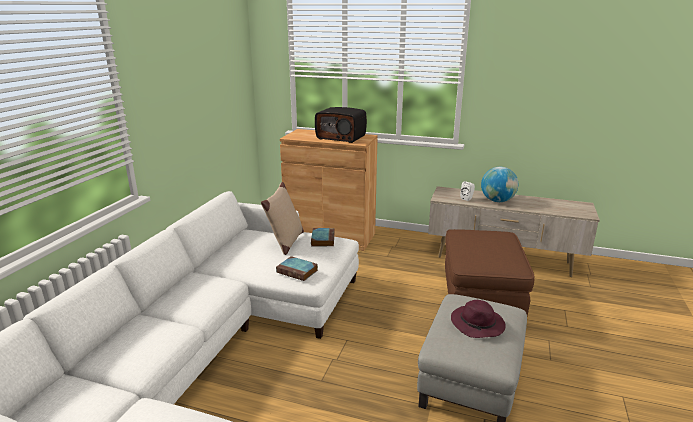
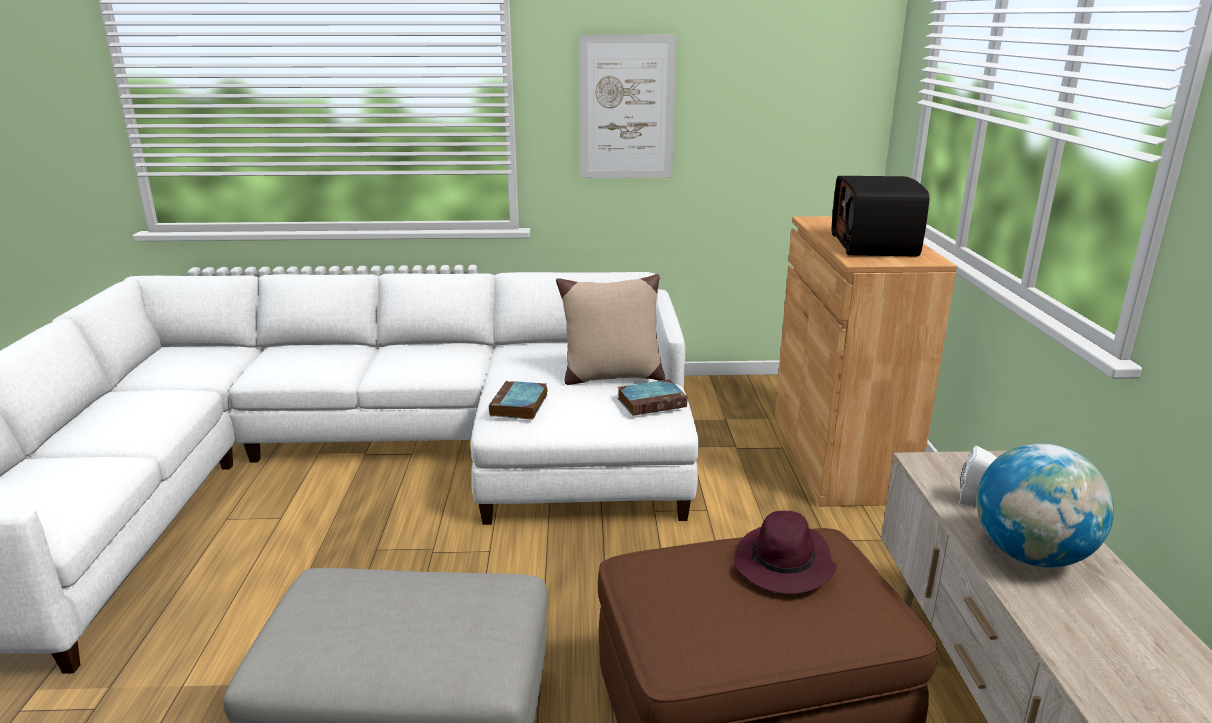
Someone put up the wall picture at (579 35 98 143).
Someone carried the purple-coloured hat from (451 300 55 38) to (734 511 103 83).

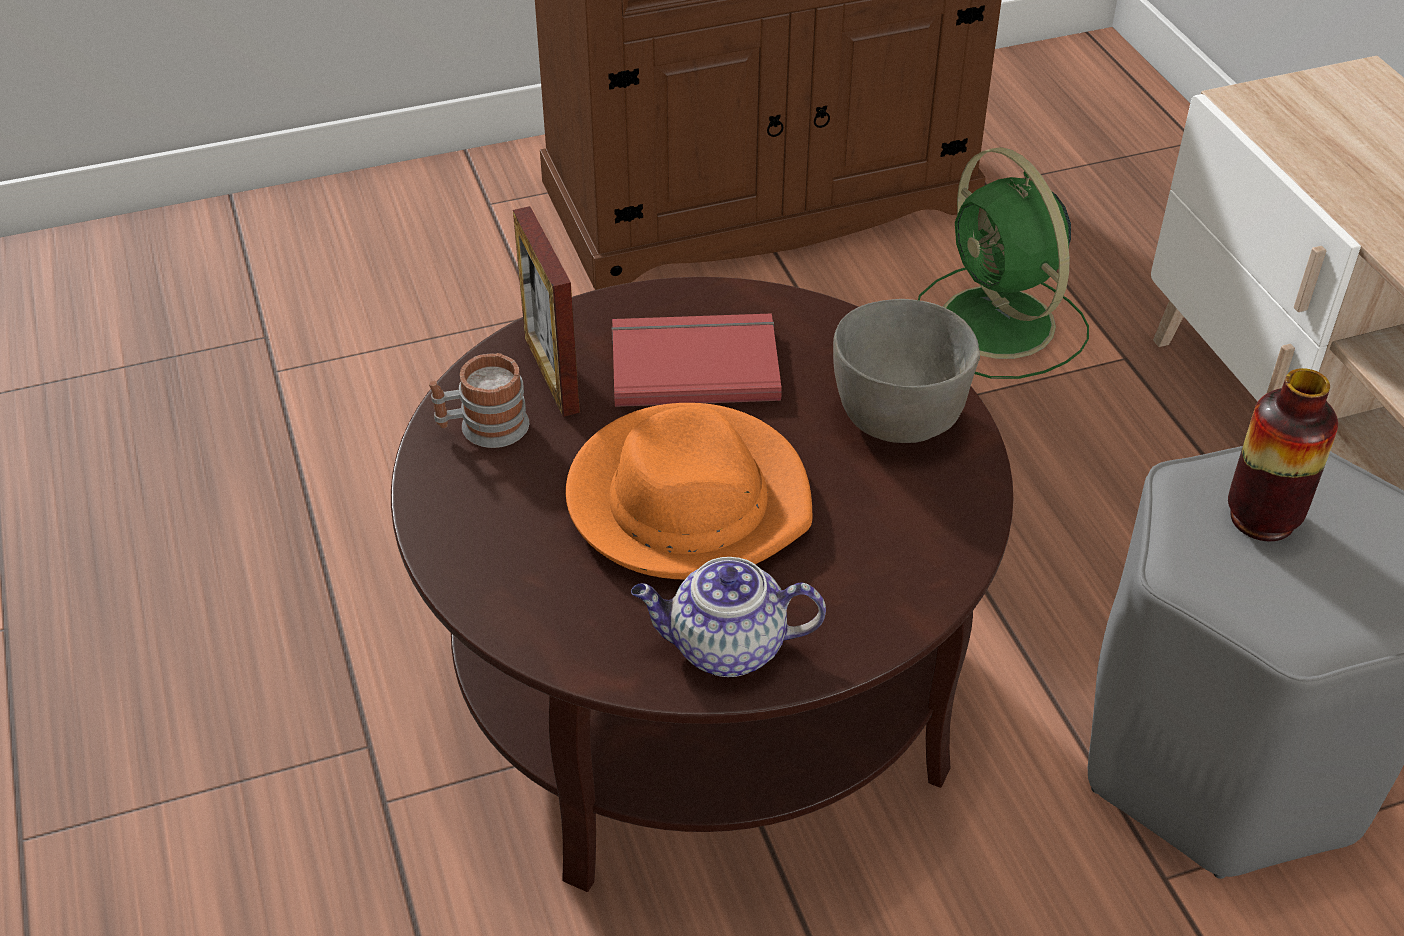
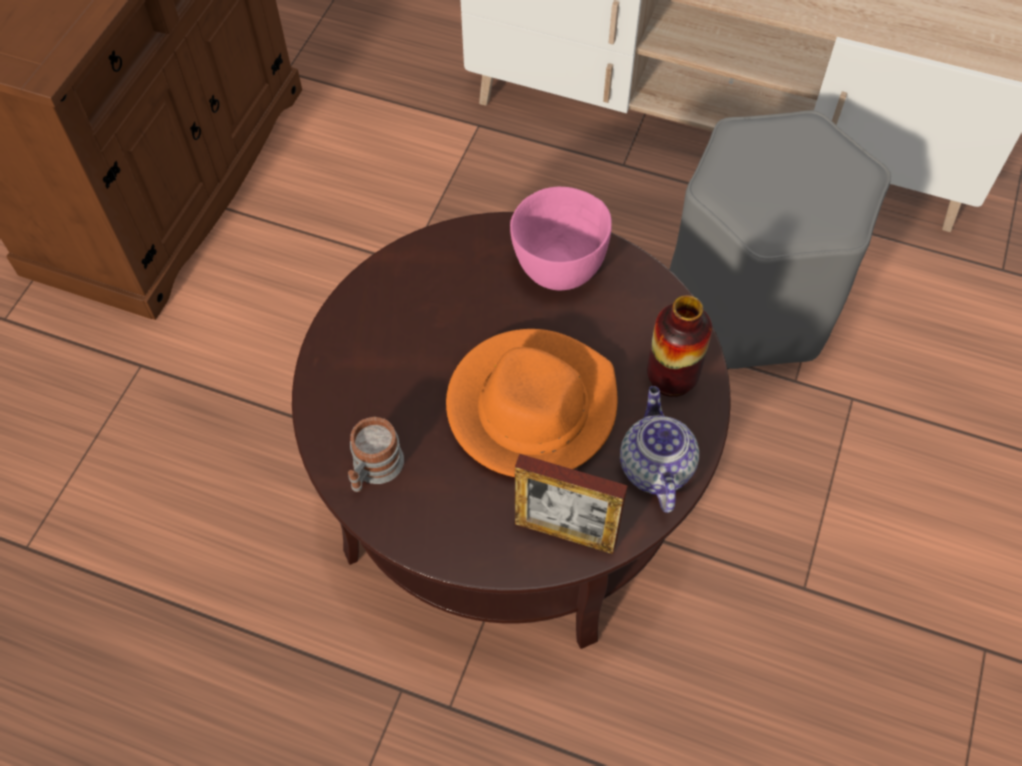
Someone took away the red book at (612 313 170 94).
Someone took away the green-coloured electric fan at (918 147 171 232).
Someone carried the picture frame from (513 206 67 211) to (515 454 113 100).
Someone carried the flower vase from (1228 368 110 173) to (647 295 65 102).
Someone repainted the grey bowl at (833 299 147 144), which became the pink bowl at (510 187 102 103).
Someone rotated the tea pot at (631 557 195 120) by 135 degrees clockwise.

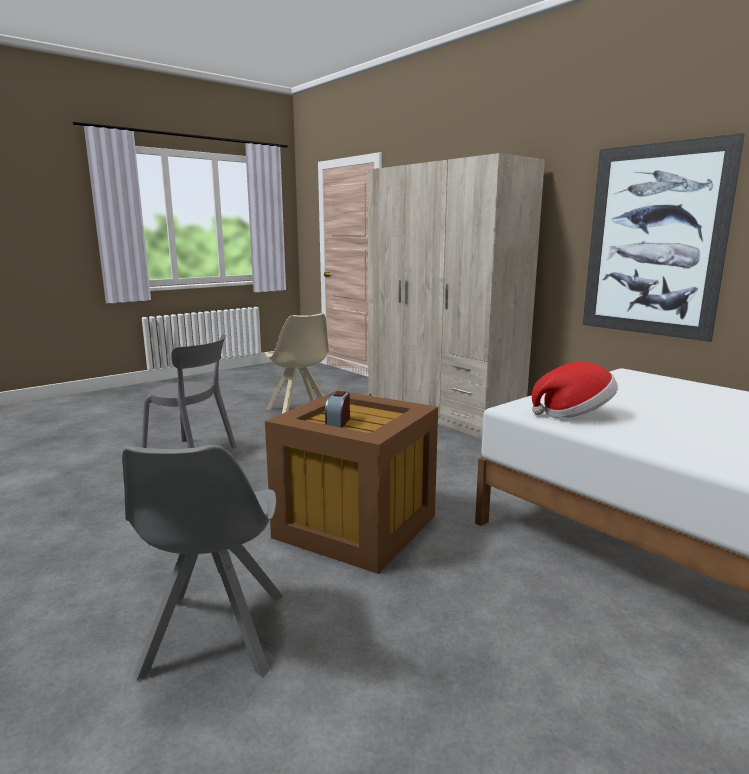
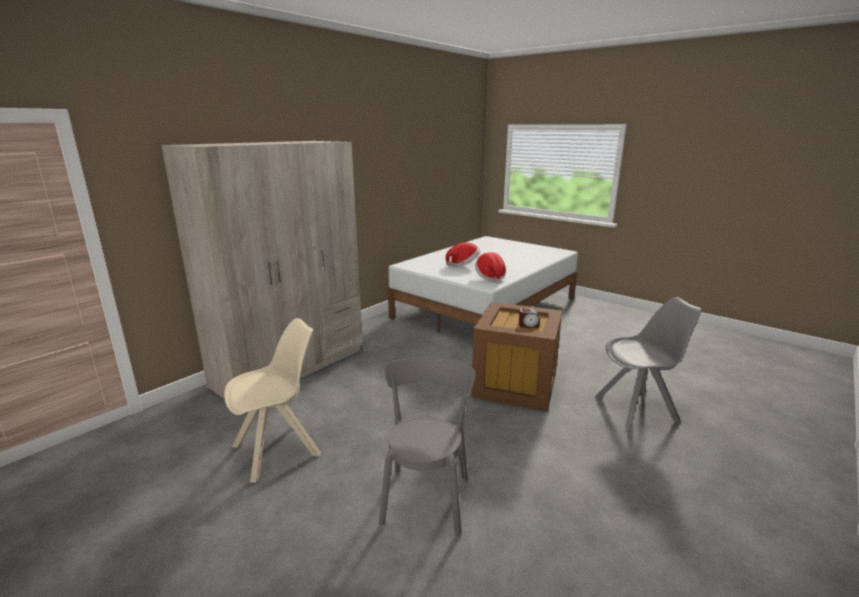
Someone took away the wall picture at (583 133 162 209).
Someone put down the hat at (445 242 35 25).

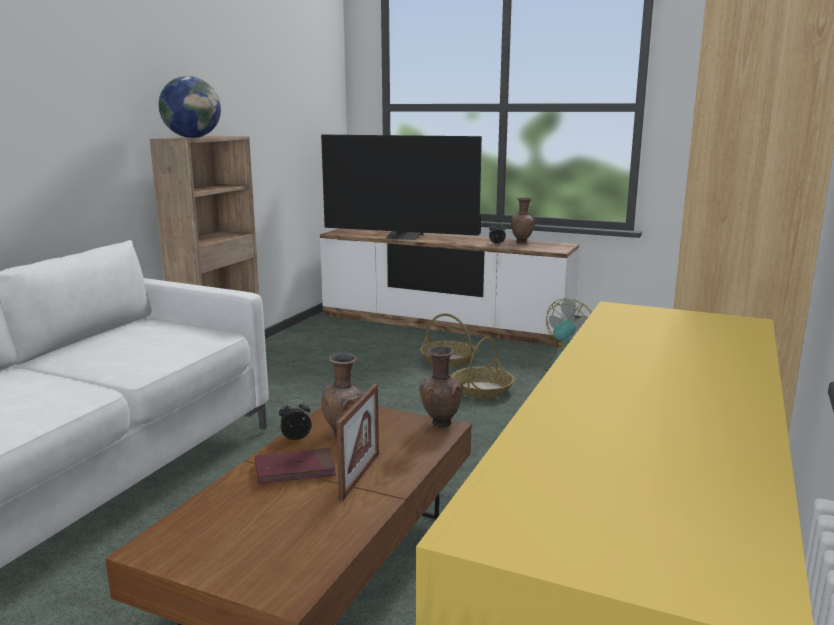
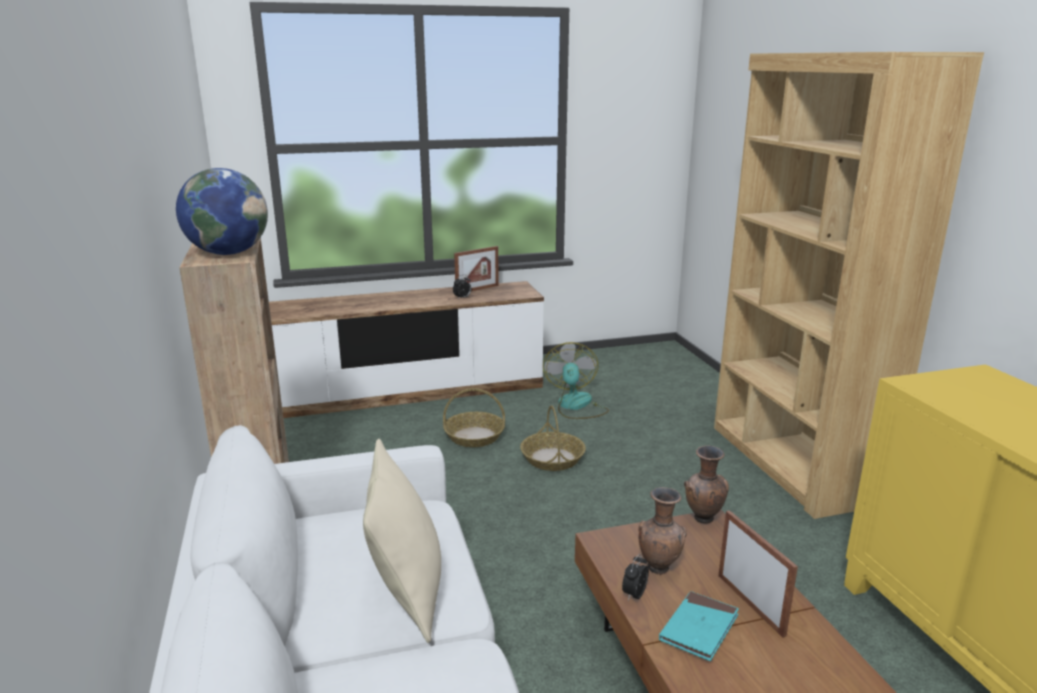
Someone took away the TV at (321 135 161 105).
Someone put down the beige cushion at (363 439 78 204).
Someone swapped the brown-coloured flower vase at (511 197 24 46) for the picture frame at (454 246 45 45).
Someone repainted the red book at (255 448 81 36), which became the turquoise-coloured book at (659 591 80 70).

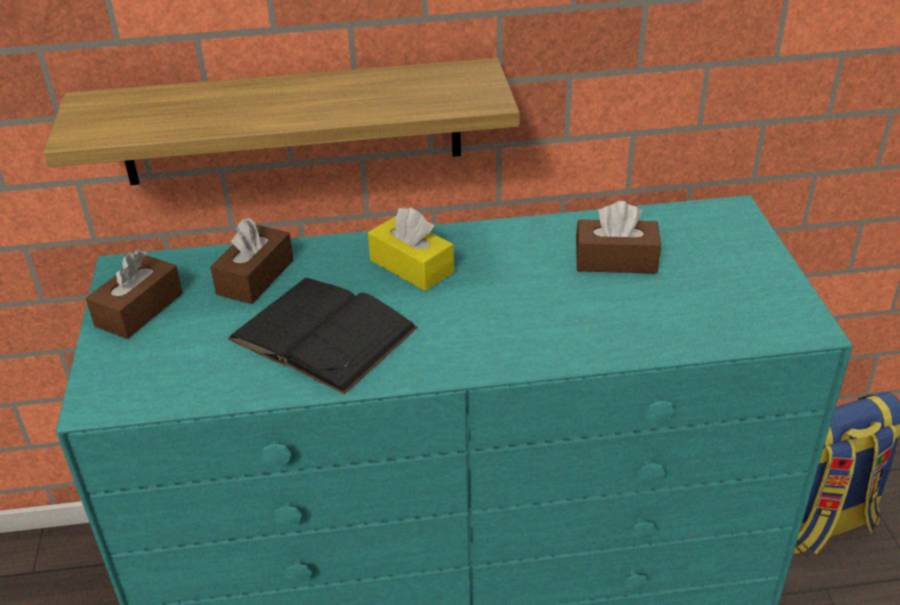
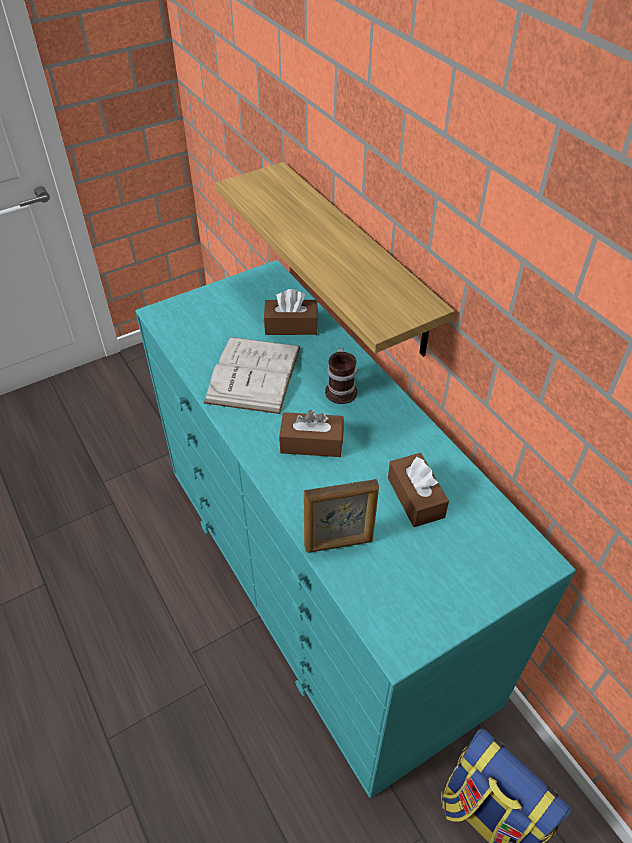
Someone put down the picture frame at (304 479 75 74).
Someone carried the brown-coloured tissue box from (86 249 97 90) to (279 410 65 47).
Someone swapped the yellowish tissue box at (368 207 86 84) for the mug at (325 348 32 56).
Someone repainted the black-coloured book at (228 278 190 116), which became the whitish book at (204 337 96 77).

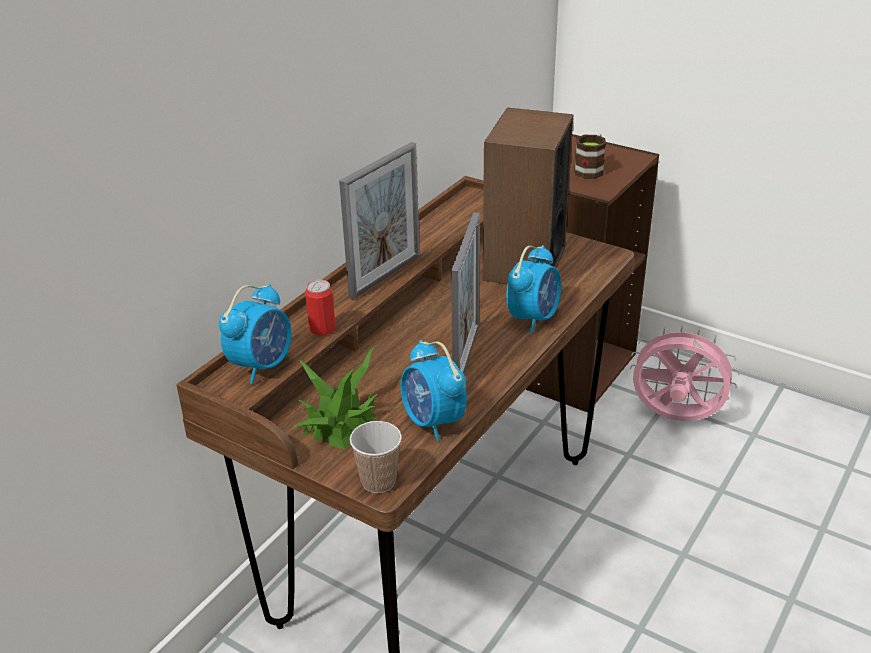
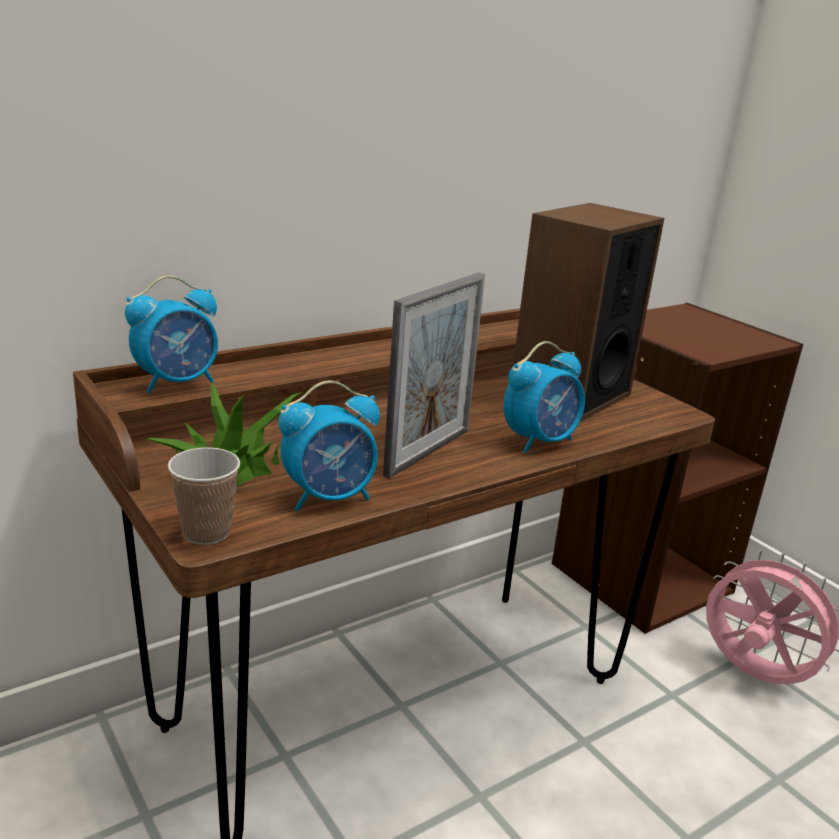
Someone took away the can at (305 280 31 56).
Someone took away the picture frame at (339 142 81 157).
Someone took away the mug at (574 134 32 45).
Someone rotated the table clock at (401 340 66 101) by 105 degrees counterclockwise.

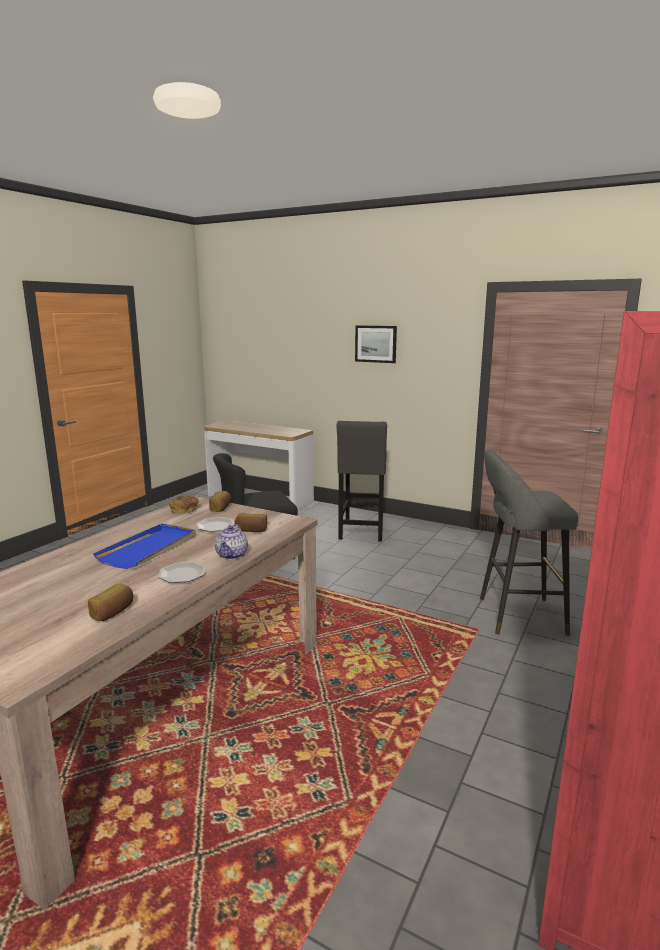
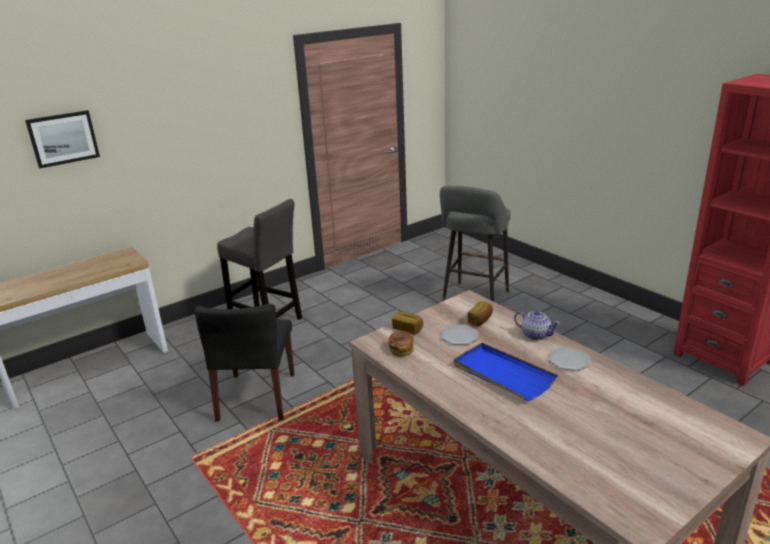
Someone took away the bread at (88 584 45 37).
Someone carried the wall picture from (355 325 42 38) to (25 110 75 58).

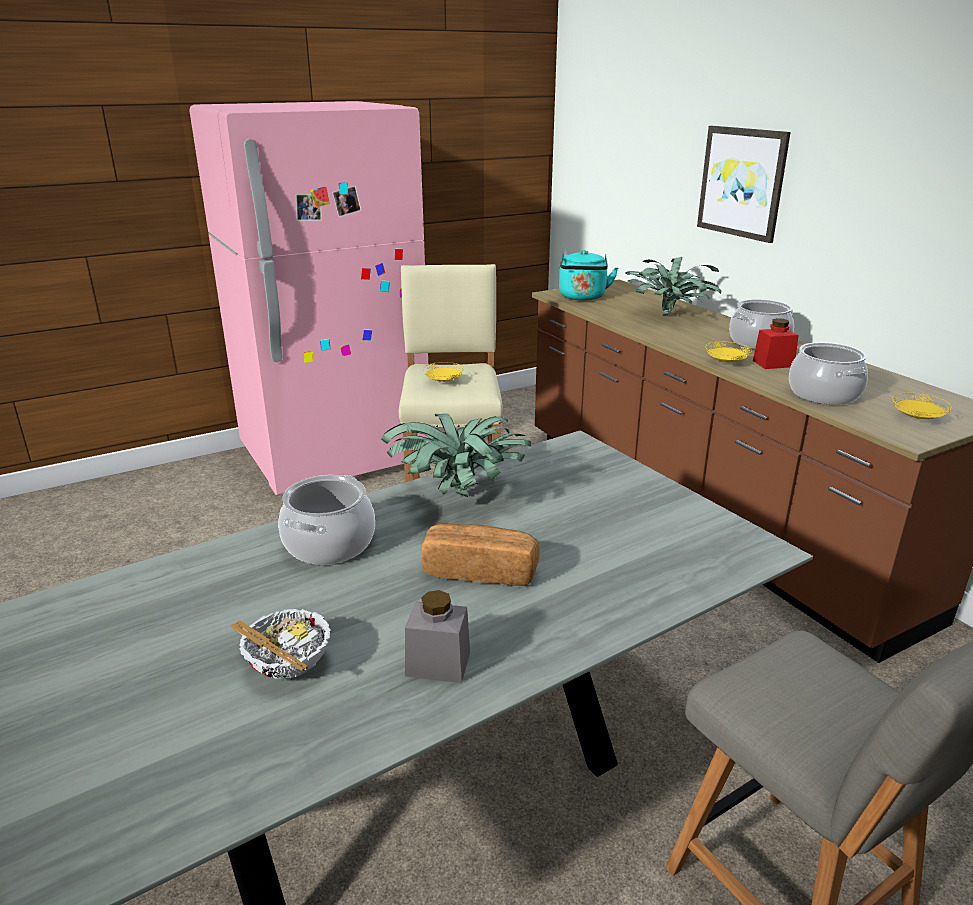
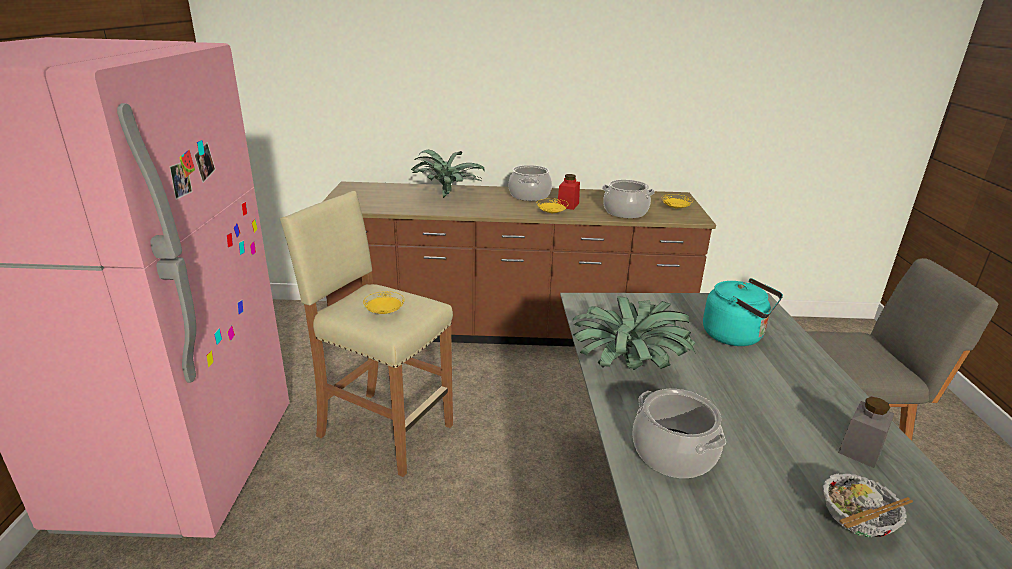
Someone took away the bread at (421 524 119 62).
Someone took away the wall picture at (697 126 94 117).
Someone carried the turquoise-coloured tea kettle from (559 250 59 51) to (703 278 80 68).

